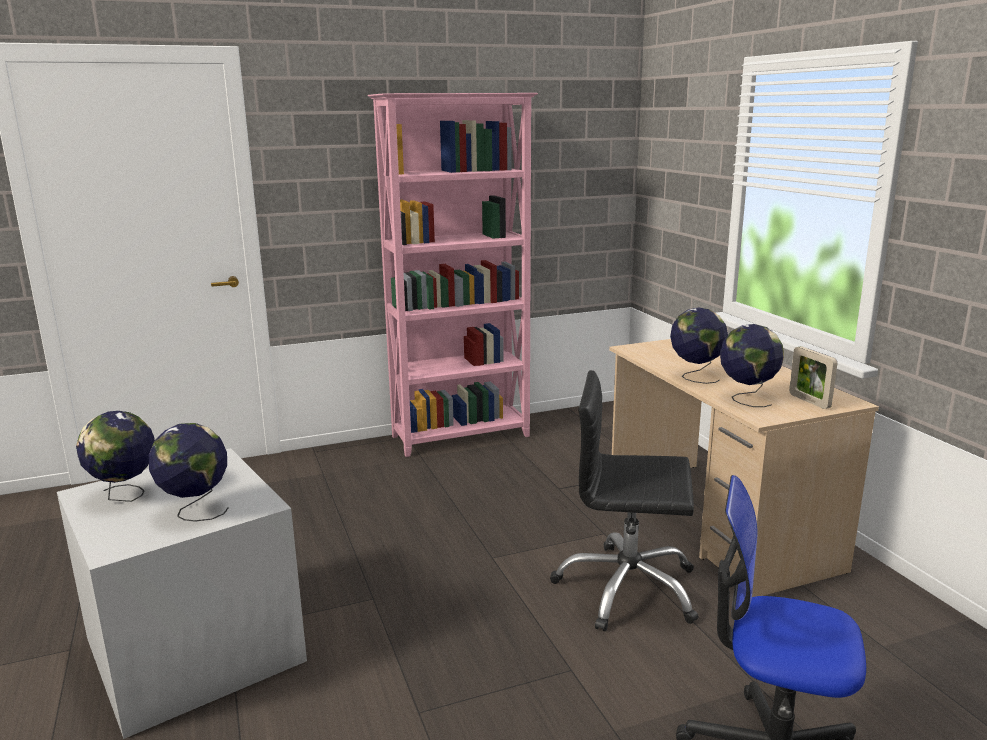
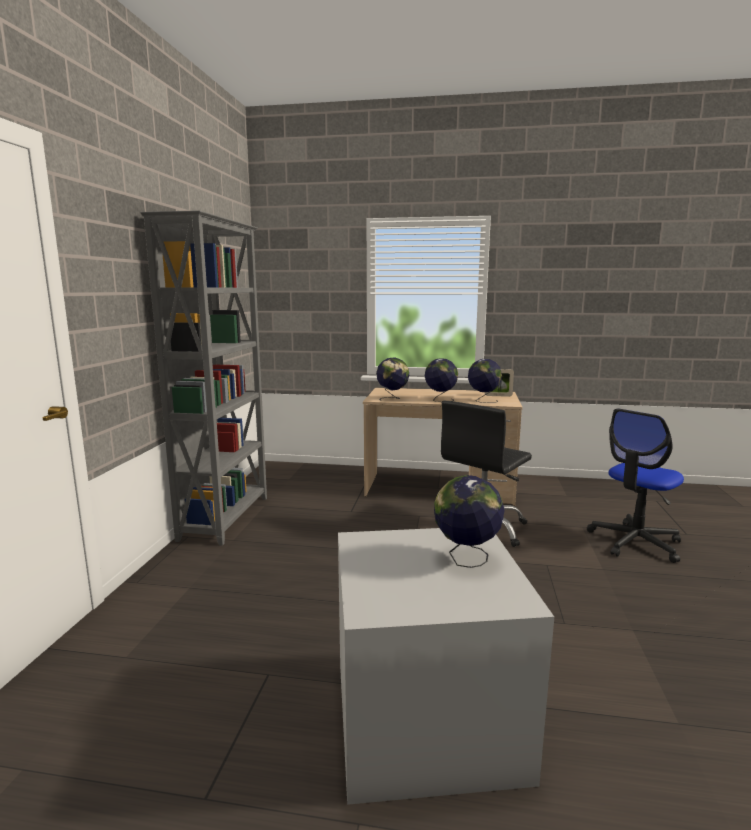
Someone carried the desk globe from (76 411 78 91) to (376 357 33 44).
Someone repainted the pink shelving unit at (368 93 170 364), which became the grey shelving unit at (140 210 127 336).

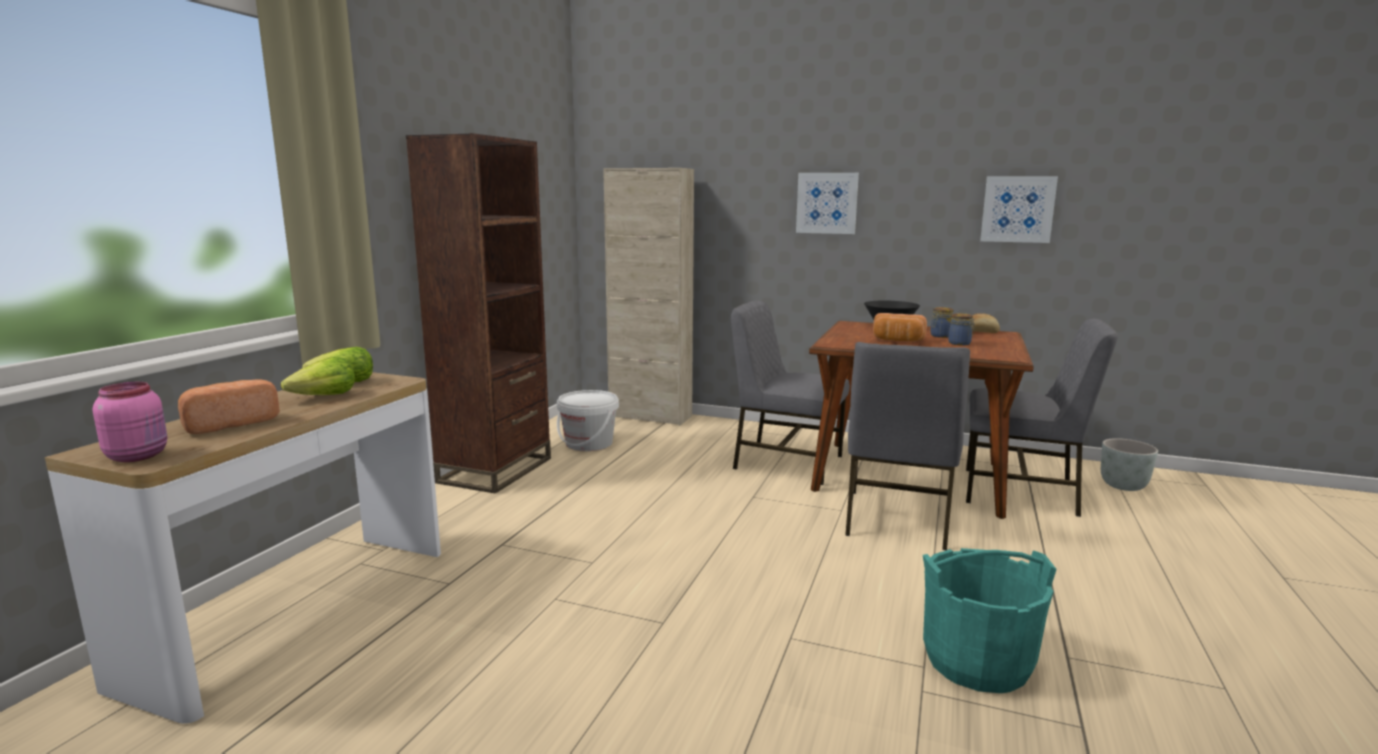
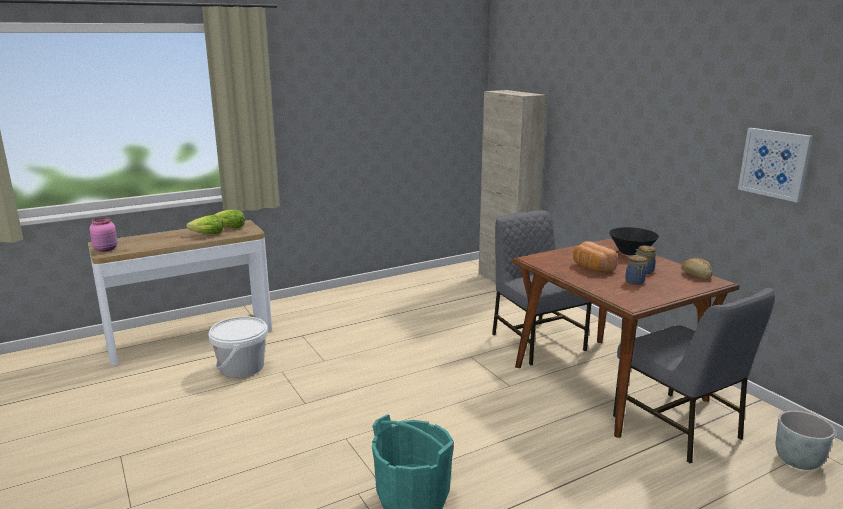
Someone took away the bread at (178 379 102 55).
Someone took away the brown-coloured shelving unit at (406 133 145 361).
Someone took away the wall picture at (796 173 63 61).
Someone took away the grey plain chair at (845 342 125 208).
Someone carried the whitish bucket from (557 390 62 61) to (208 316 60 62).

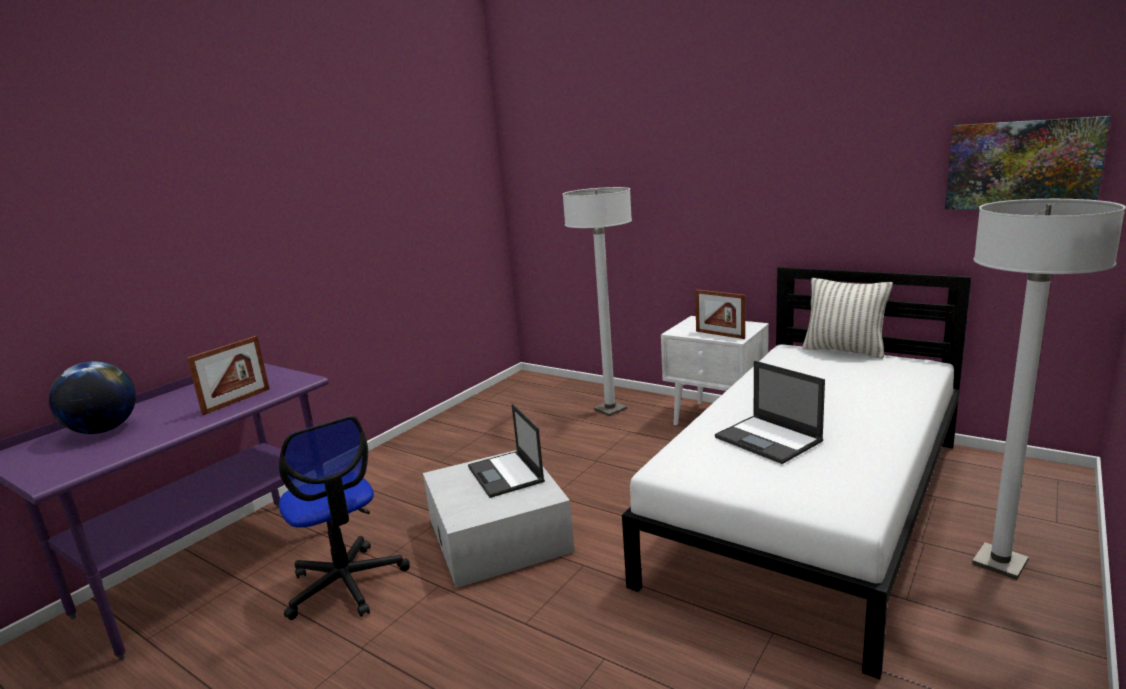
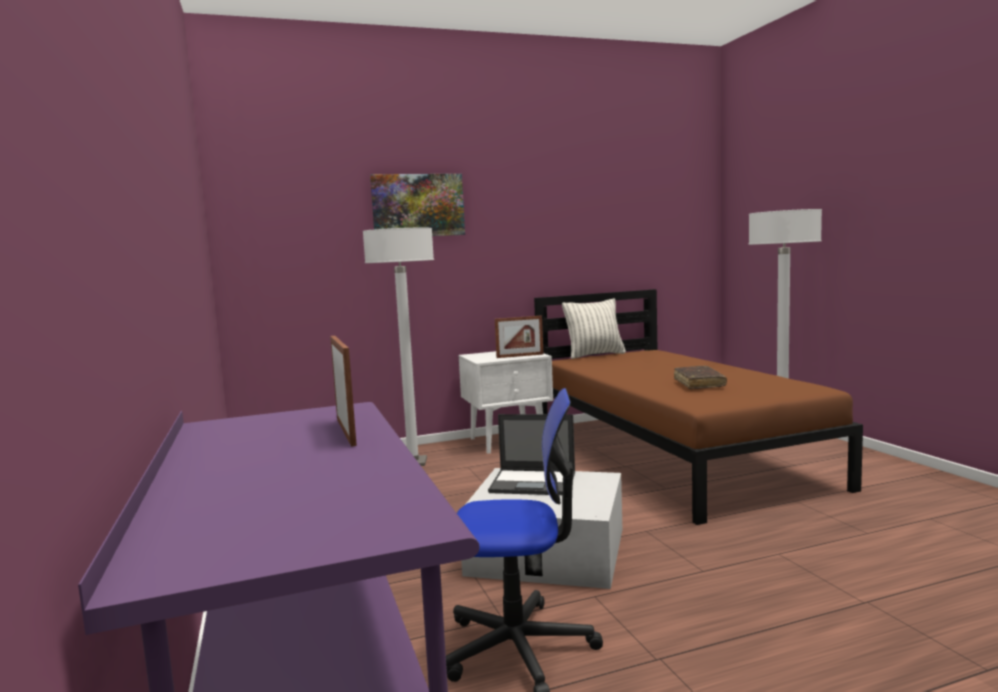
Someone took away the desk globe at (49 361 87 73).
Someone carried the wall picture from (945 116 166 93) to (370 174 95 62).
Someone swapped the laptop at (715 360 110 104) for the brown-coloured book at (674 366 53 23).
Someone repainted the whitish bedroom bed at (622 267 350 412), which became the brown-coloured bedroom bed at (534 289 329 236).

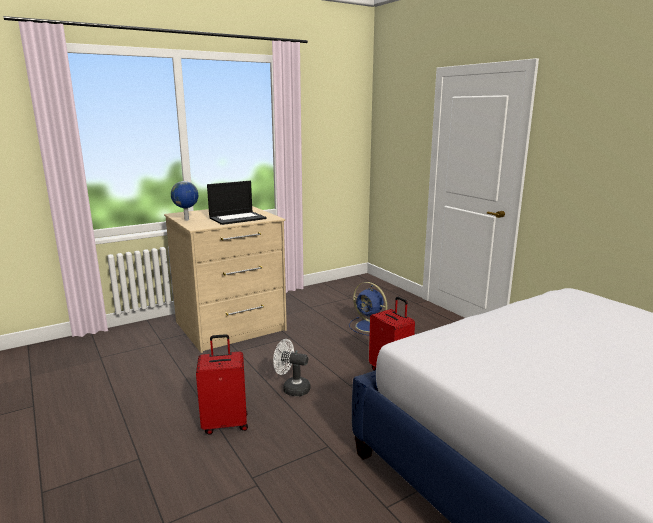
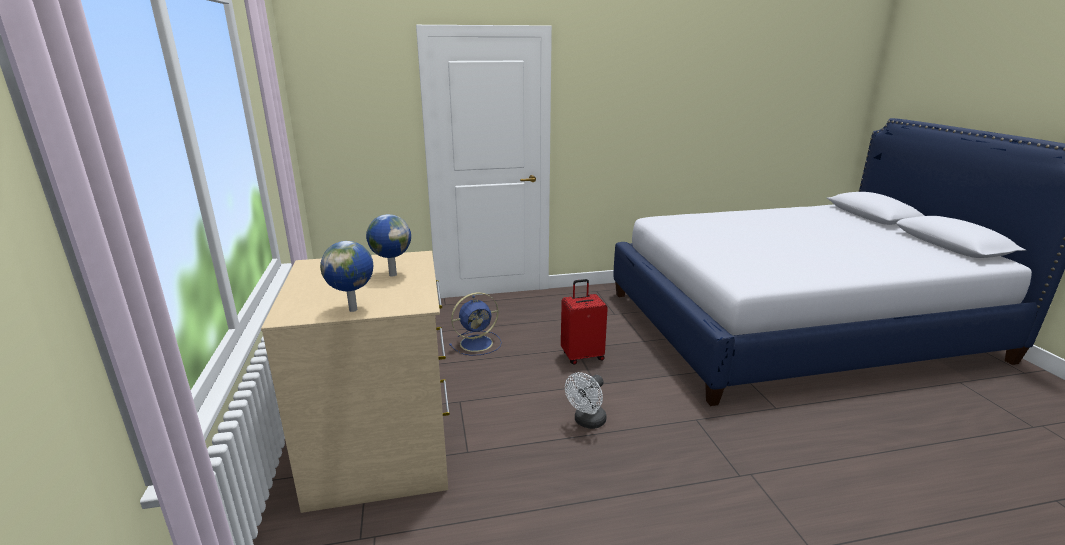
Someone took away the red travel case at (196 334 52 101).
Someone swapped the laptop at (207 181 60 44) for the desk globe at (366 214 45 62).

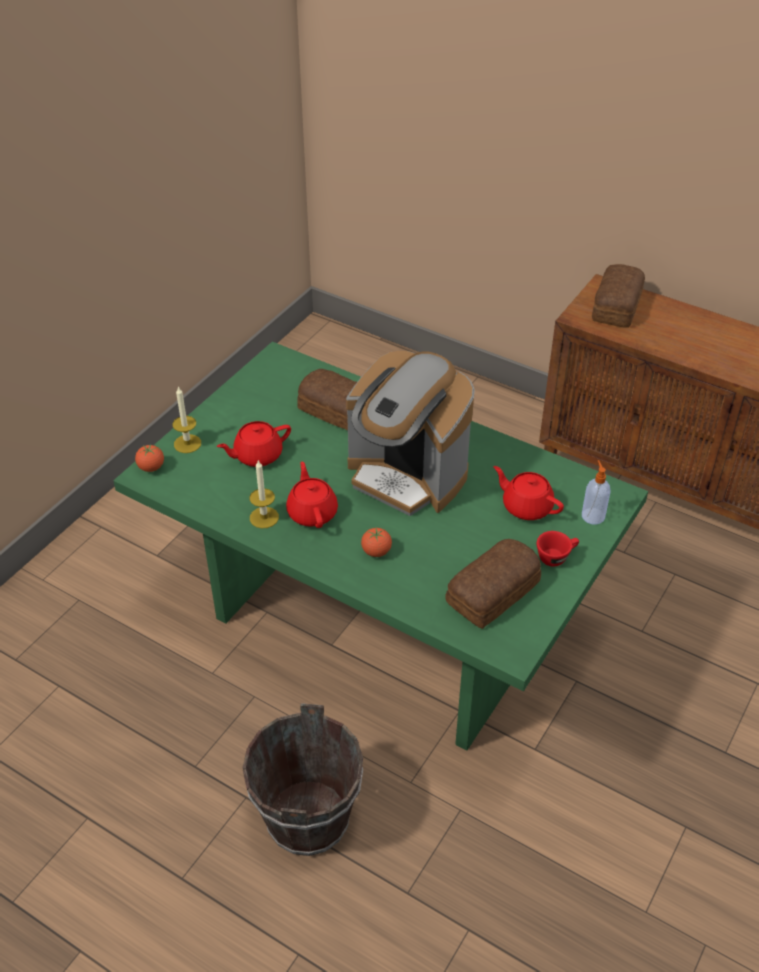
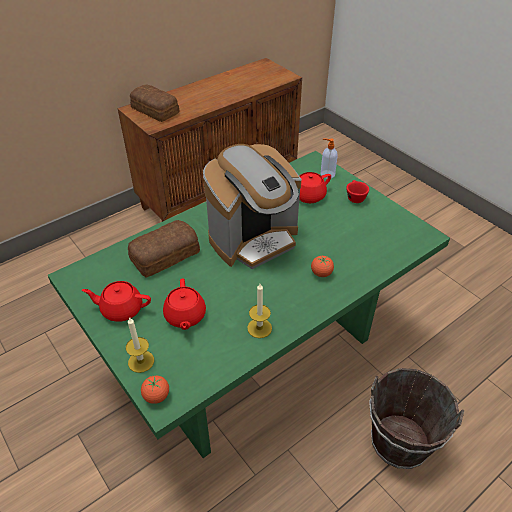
Someone took away the bread at (445 539 96 90).
Someone carried the red tea pot from (286 462 52 66) to (82 281 69 41).

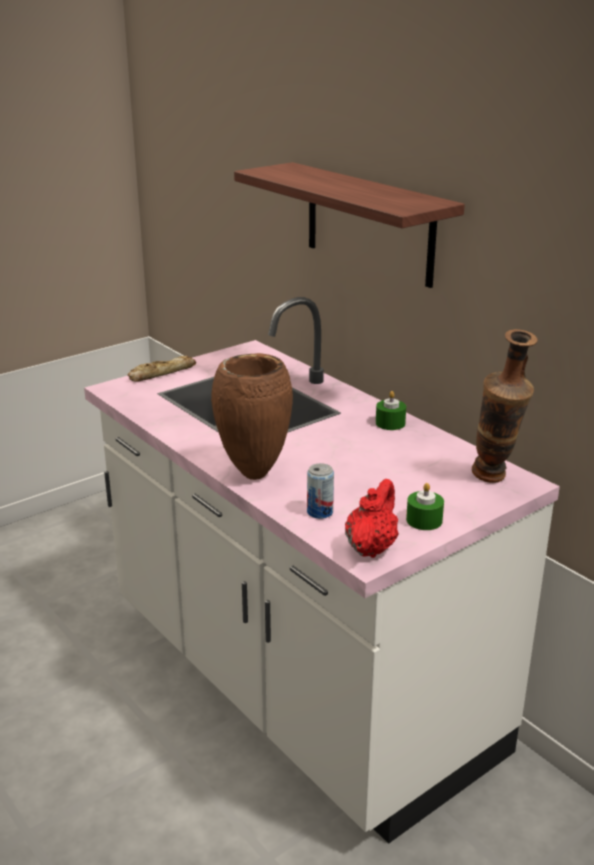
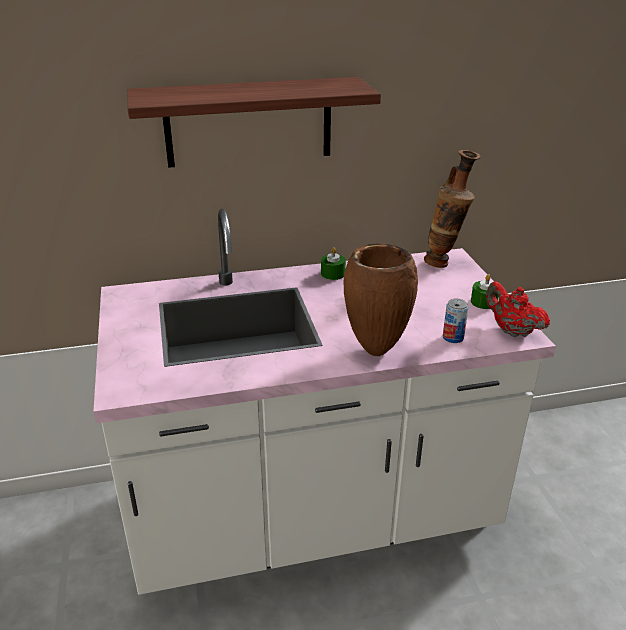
Someone took away the bread at (128 356 68 25).

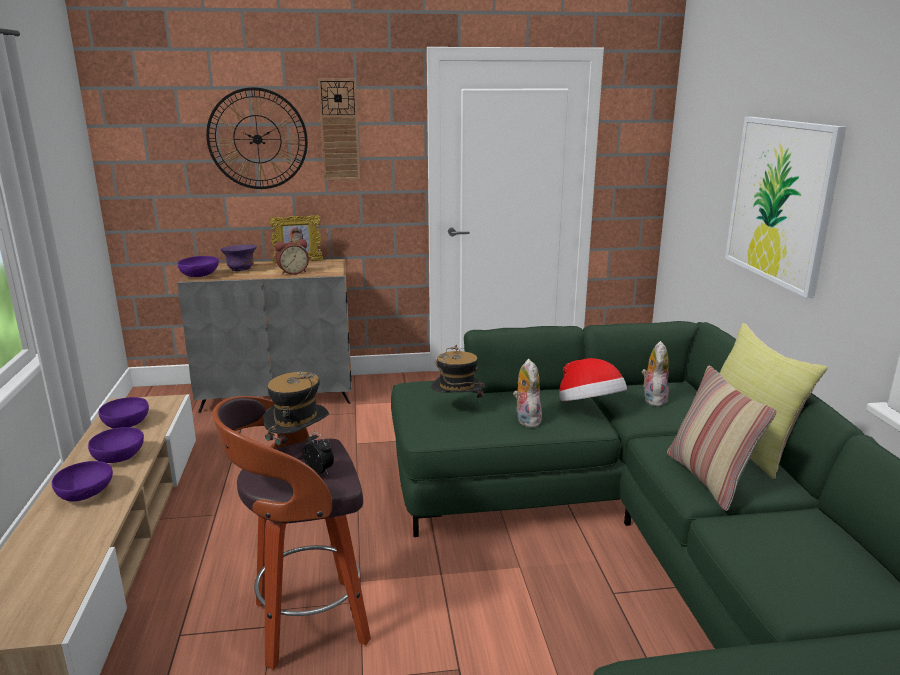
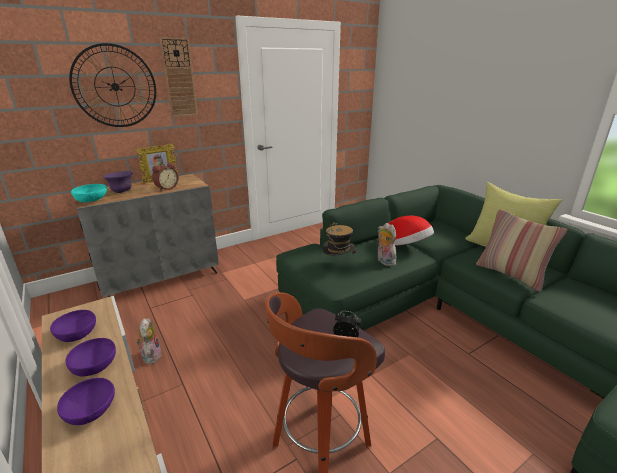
Someone took away the hat at (263 371 66 74).
Someone took away the wall picture at (725 117 121 181).
Someone carried the plush toy from (642 341 27 65) to (136 318 26 46).
Someone repainted the purple-coloured bowl at (178 256 41 21), which became the turquoise-coloured bowl at (71 184 36 19).

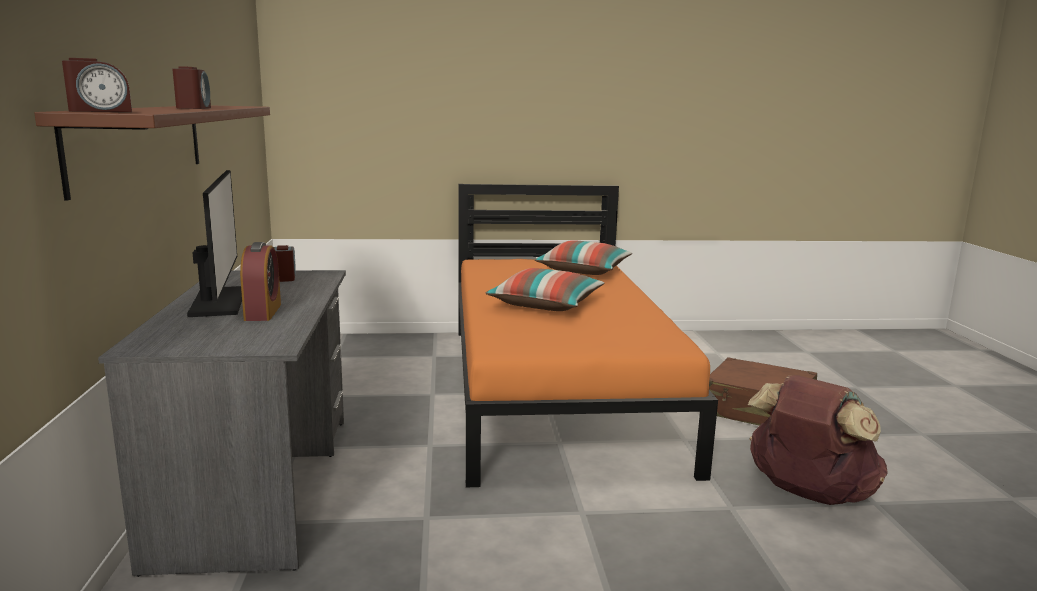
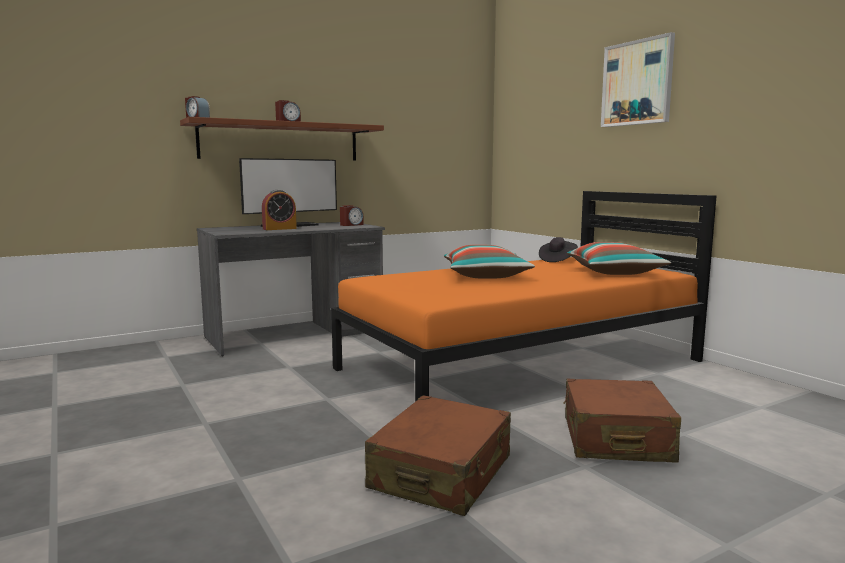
Someone put down the black-coloured hat at (539 237 39 25).
Someone put up the wall picture at (601 32 74 95).
Someone swapped the brown-coloured backpack at (748 375 140 130) for the brown-coloured travel case at (365 396 146 120).

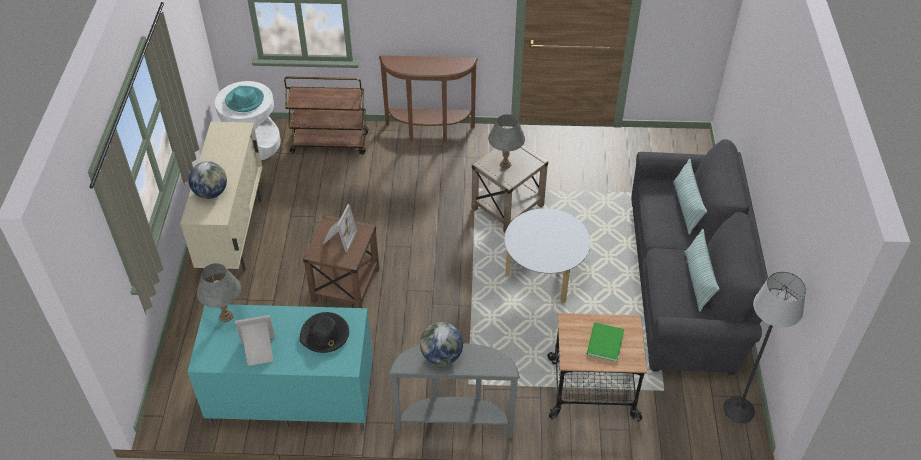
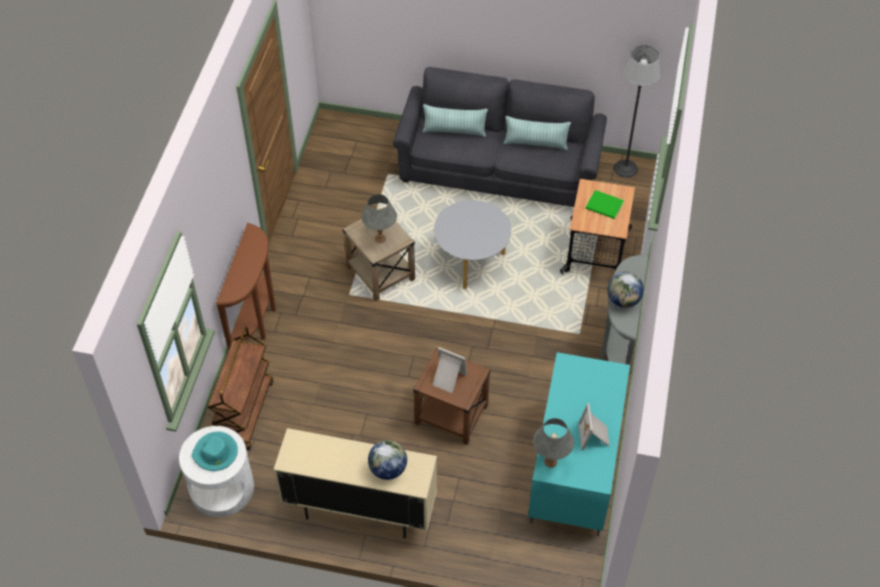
Someone took away the black-coloured hat at (300 312 49 41).

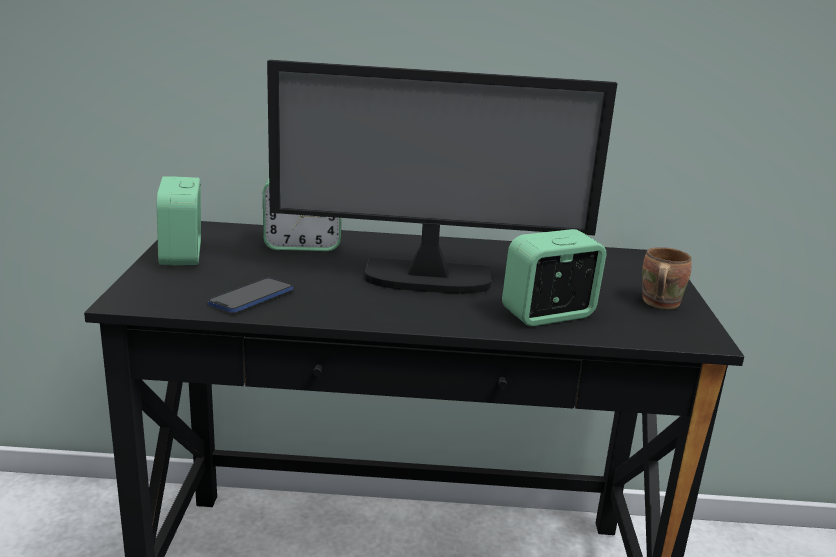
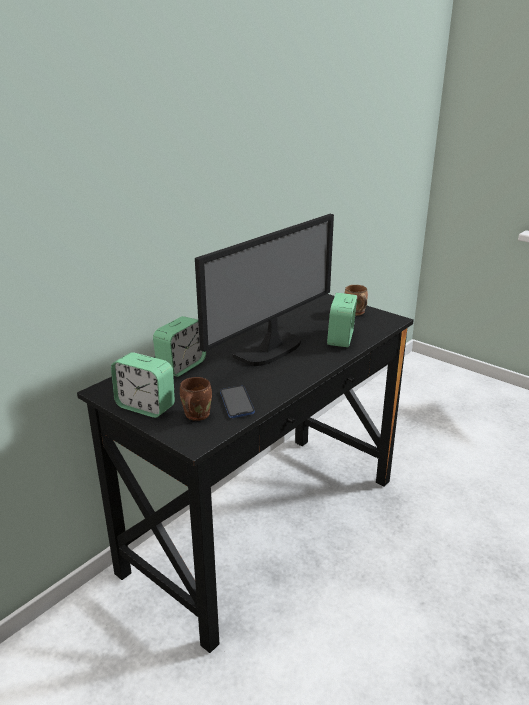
Someone put down the brown-coloured mug at (180 377 32 44).

